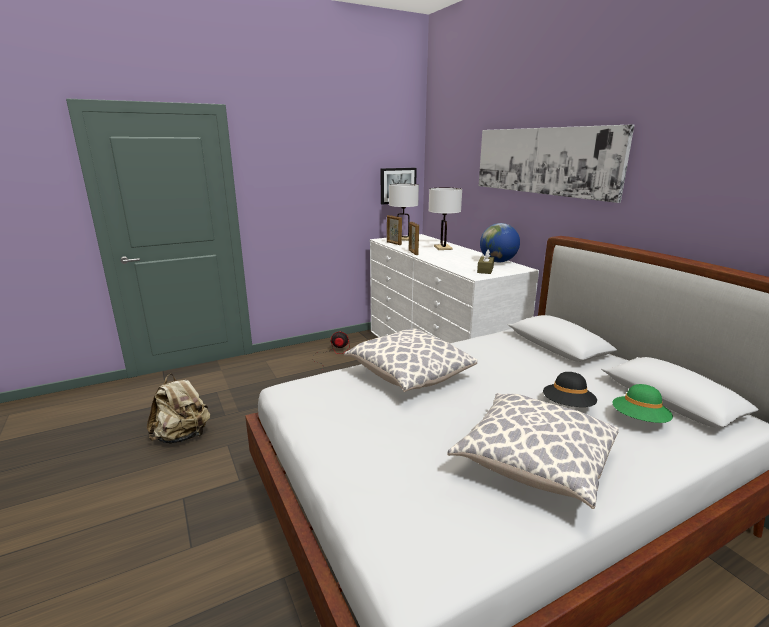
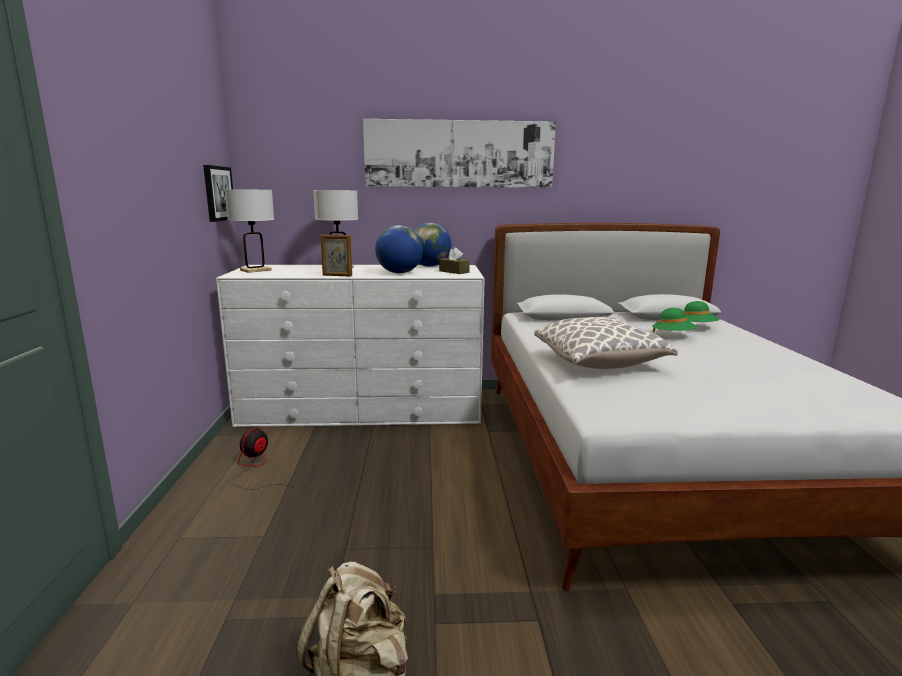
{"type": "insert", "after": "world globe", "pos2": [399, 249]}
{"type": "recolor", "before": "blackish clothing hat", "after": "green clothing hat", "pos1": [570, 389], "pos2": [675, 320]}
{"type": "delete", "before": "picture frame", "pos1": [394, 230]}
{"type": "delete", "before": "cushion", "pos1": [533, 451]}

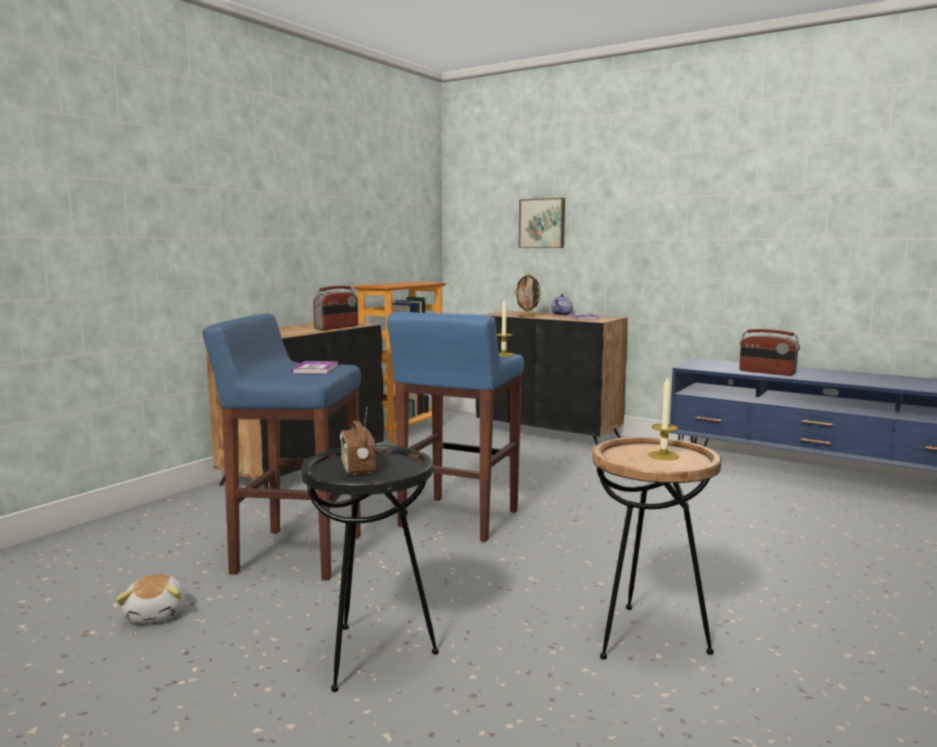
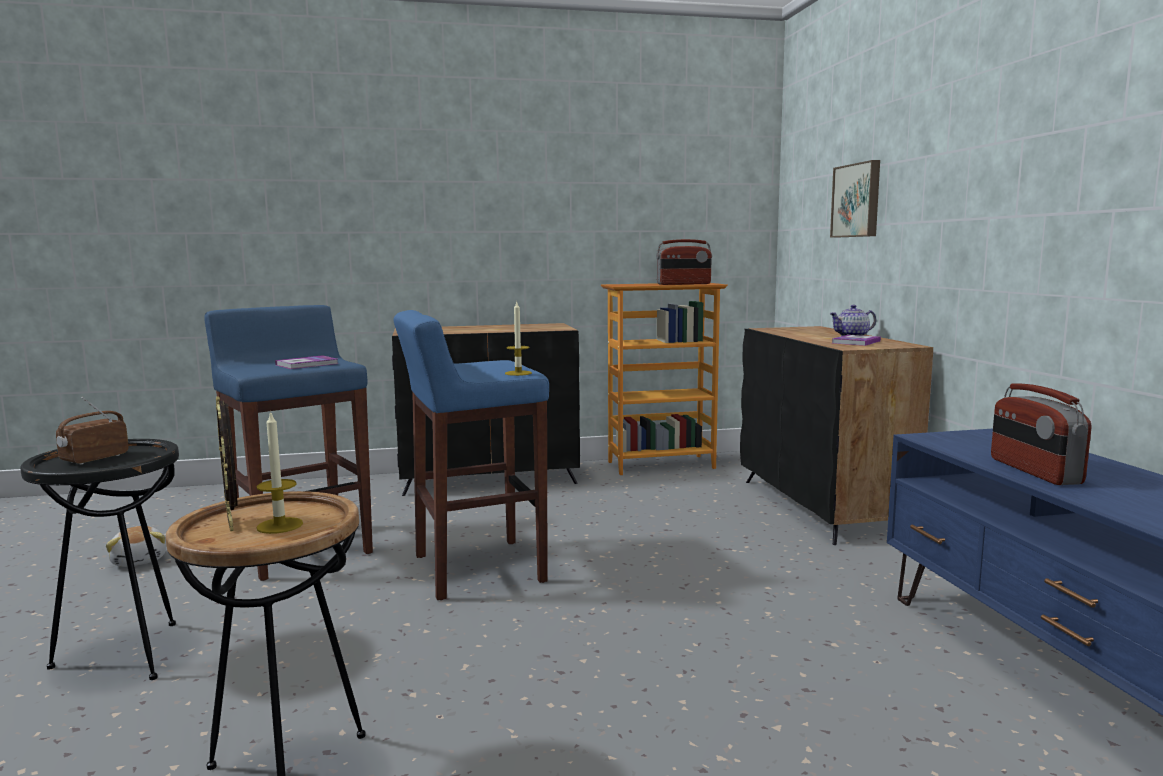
{"type": "rotate", "before": "cuddly toy", "pos1": [150, 598], "pos2": [136, 546], "turn": -60}
{"type": "move", "before": "picture frame", "pos1": [528, 295], "pos2": [226, 463]}
{"type": "move", "before": "radio set", "pos1": [335, 308], "pos2": [684, 262]}

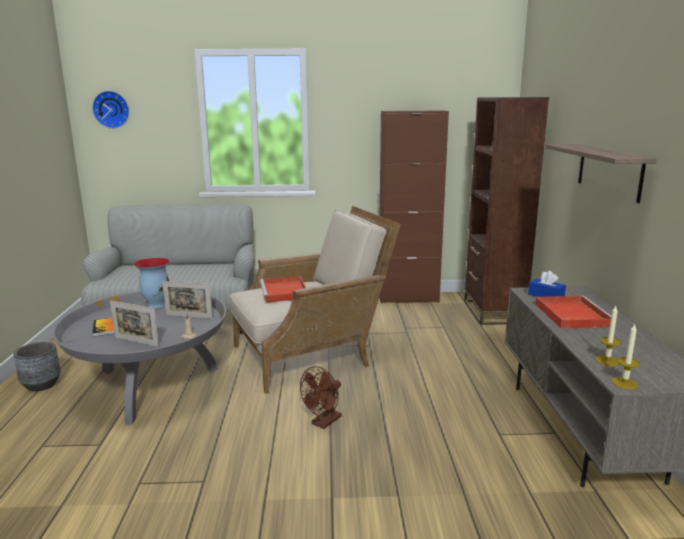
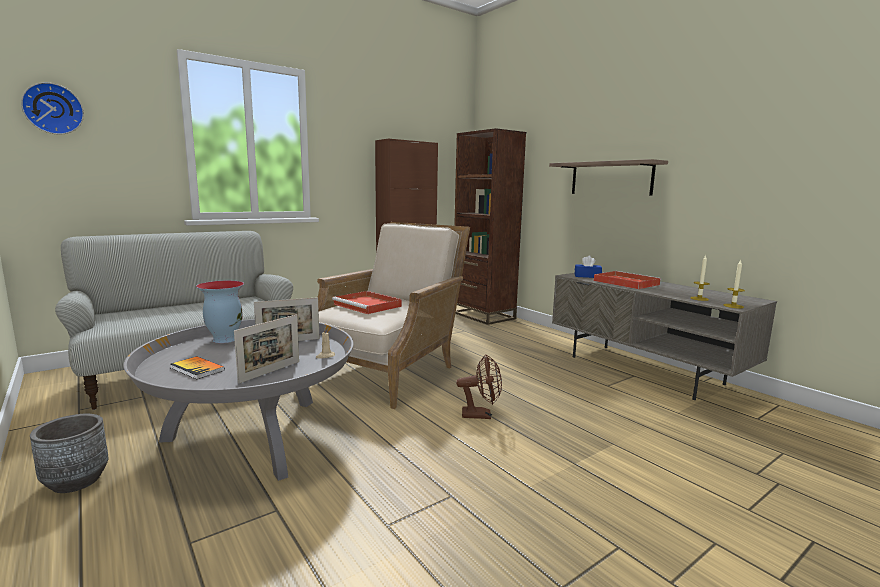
{"type": "rotate", "before": "picture frame", "pos1": [134, 324], "pos2": [266, 349], "turn": -45}
{"type": "rotate", "before": "brown-coloured fan", "pos1": [321, 397], "pos2": [479, 387], "turn": -90}

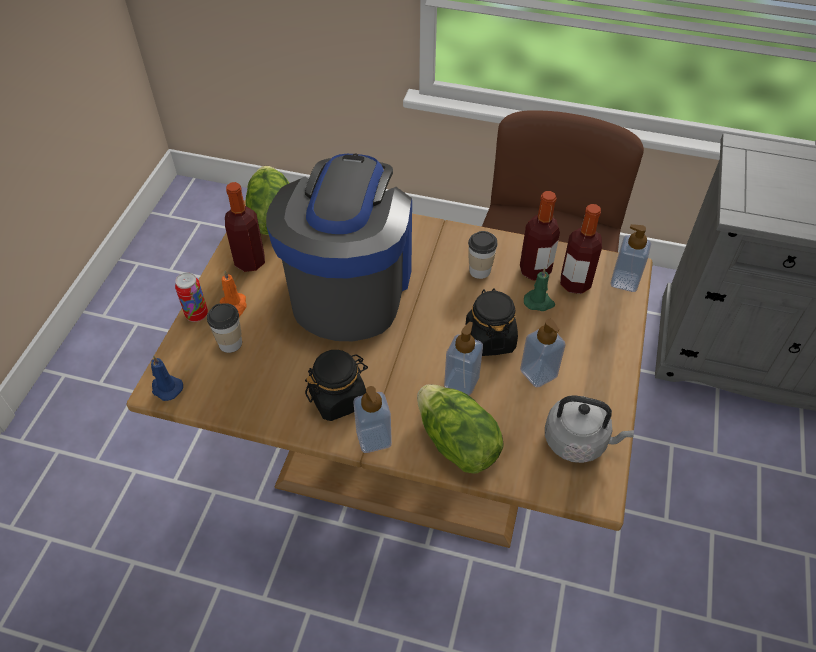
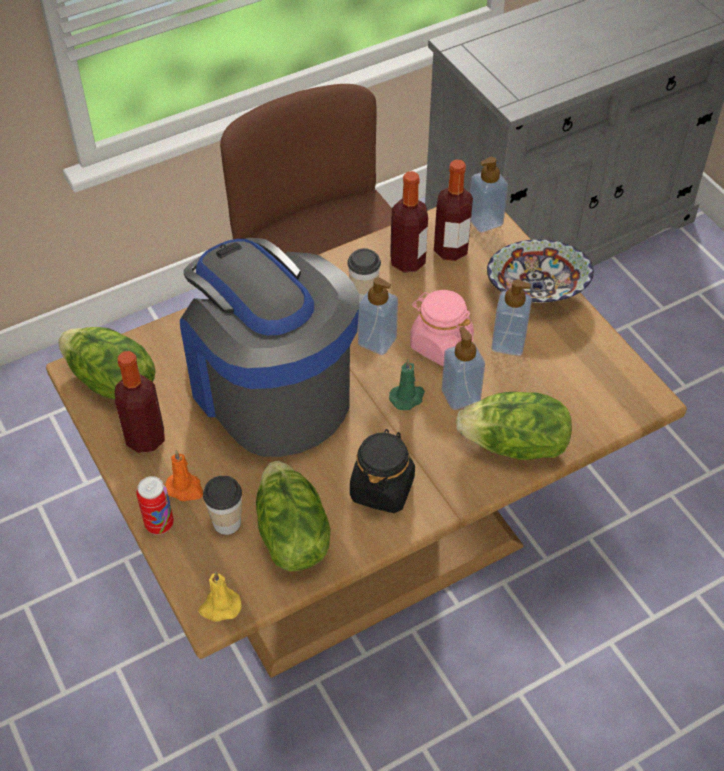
{"type": "recolor", "before": "bluish candle", "after": "yellow candle", "pos1": [167, 378], "pos2": [220, 596]}
{"type": "insert", "after": "head of lettuce", "pos2": [293, 516]}
{"type": "move", "before": "liquid soap bottle", "pos1": [372, 419], "pos2": [378, 316]}
{"type": "move", "before": "green candle", "pos1": [539, 289], "pos2": [407, 384]}
{"type": "recolor", "before": "blackish storage jar", "after": "pink storage jar", "pos1": [491, 322], "pos2": [442, 328]}
{"type": "insert", "after": "serving bowl", "pos2": [540, 271]}
{"type": "delete", "before": "greyish tea kettle", "pos1": [589, 429]}

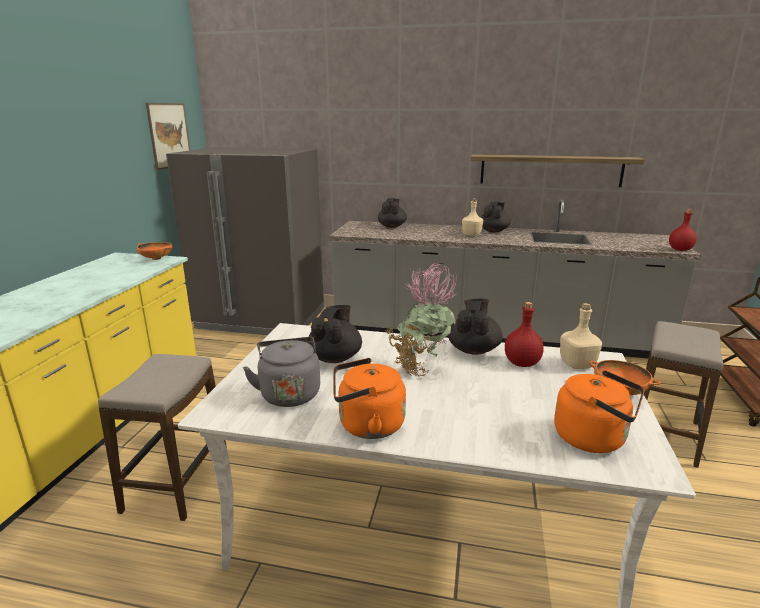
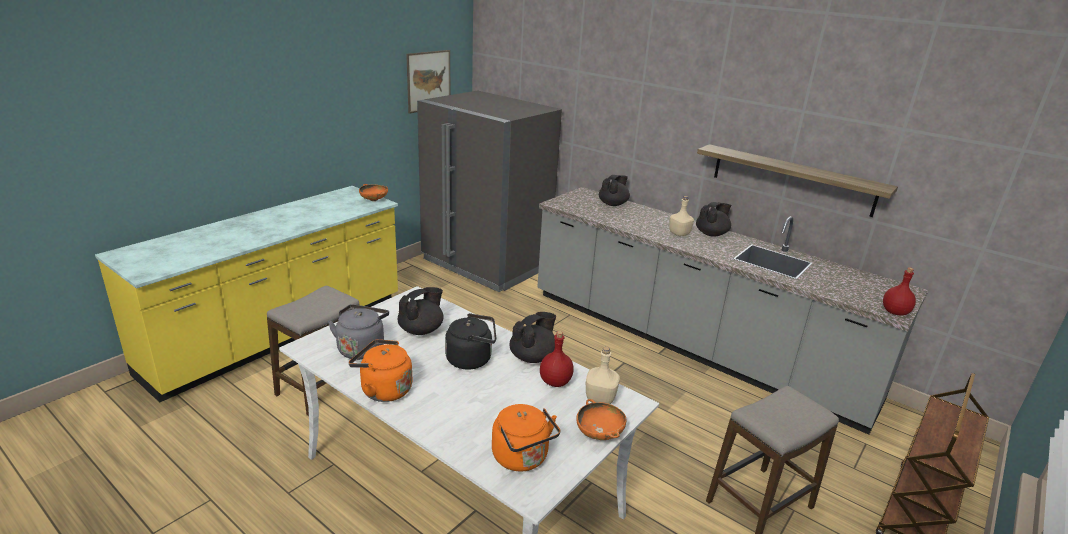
{"type": "replace", "before": "plant in a pot", "after": "blackish tea kettle", "pos1": [421, 319], "pos2": [470, 341]}

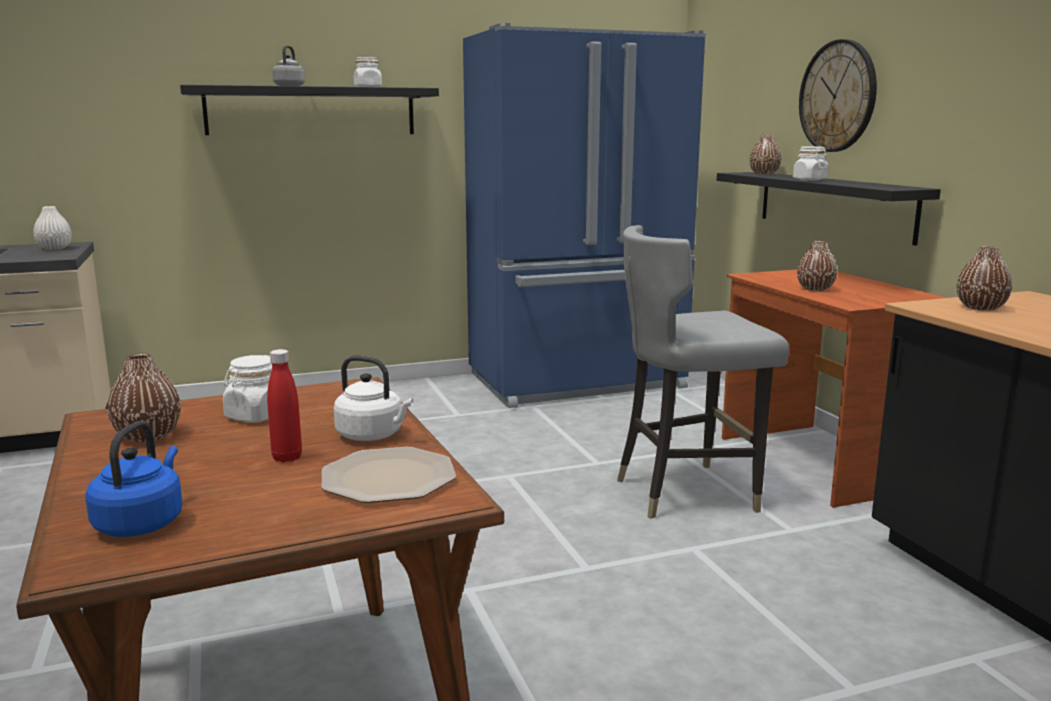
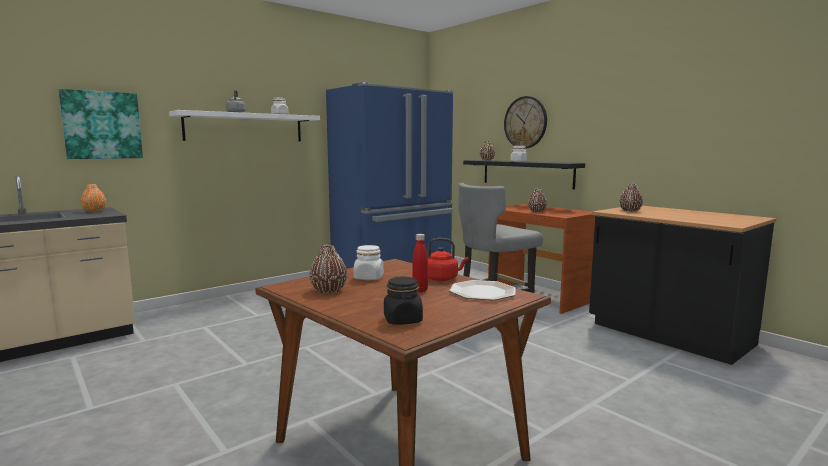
{"type": "insert", "after": "picture", "pos2": [100, 124]}
{"type": "recolor", "before": "whitish flower vase", "after": "orange-coloured flower vase", "pos1": [52, 228], "pos2": [93, 198]}
{"type": "recolor", "before": "blackish shelf", "after": "whitish shelf", "pos1": [309, 110], "pos2": [244, 125]}
{"type": "replace", "before": "bluish tea kettle", "after": "blackish storage jar", "pos1": [133, 479], "pos2": [403, 300]}
{"type": "recolor", "before": "whitish tea kettle", "after": "red-coloured tea kettle", "pos1": [373, 398], "pos2": [448, 259]}

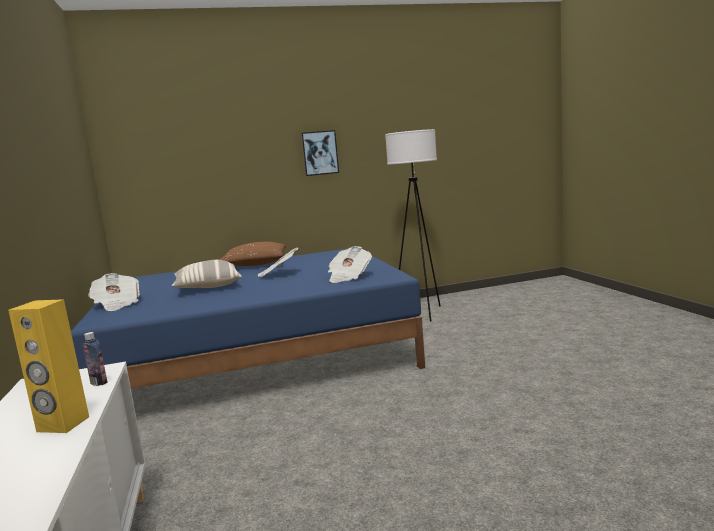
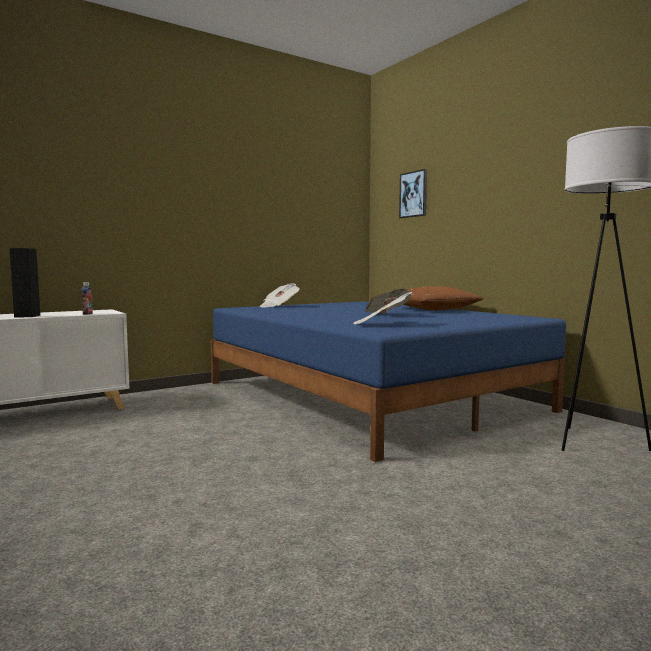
{"type": "recolor", "before": "yellow audio speaker", "after": "blackish audio speaker", "pos1": [48, 366], "pos2": [25, 282]}
{"type": "move", "before": "picture", "pos1": [320, 153], "pos2": [413, 193]}
{"type": "delete", "before": "cushion", "pos1": [207, 274]}

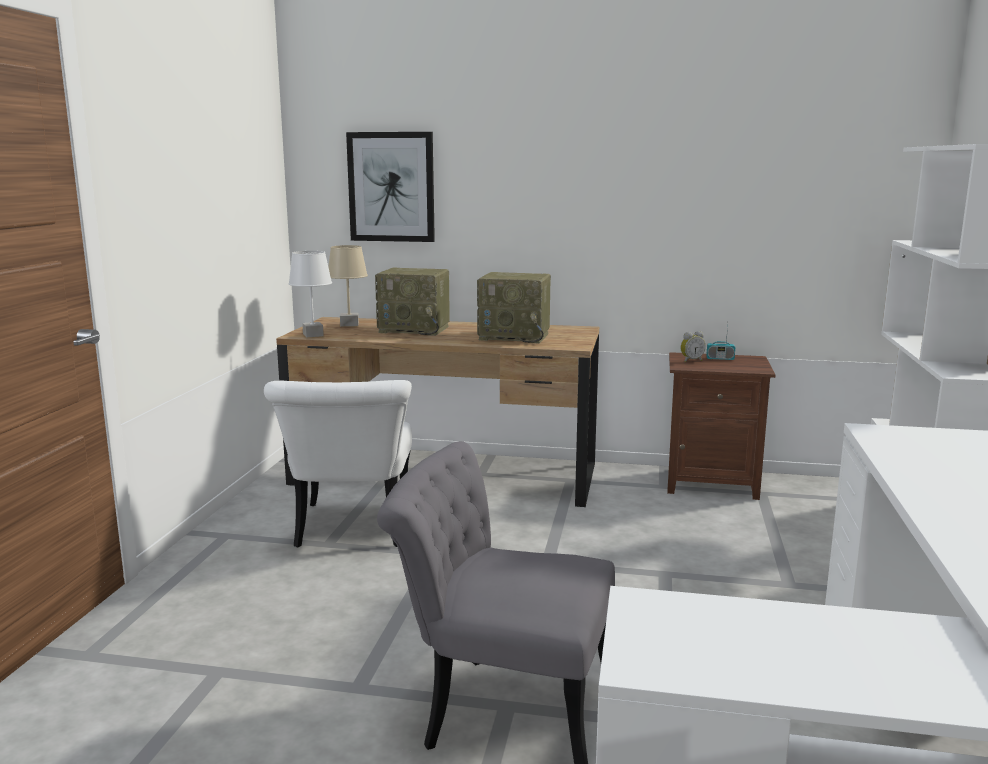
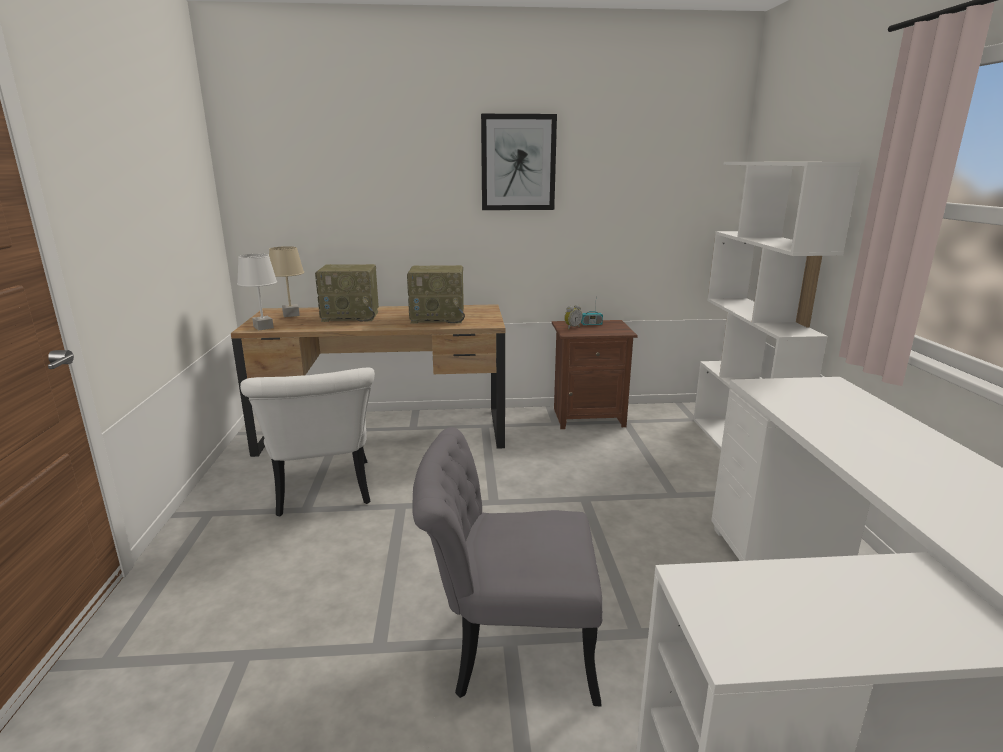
{"type": "move", "before": "picture", "pos1": [390, 187], "pos2": [519, 162]}

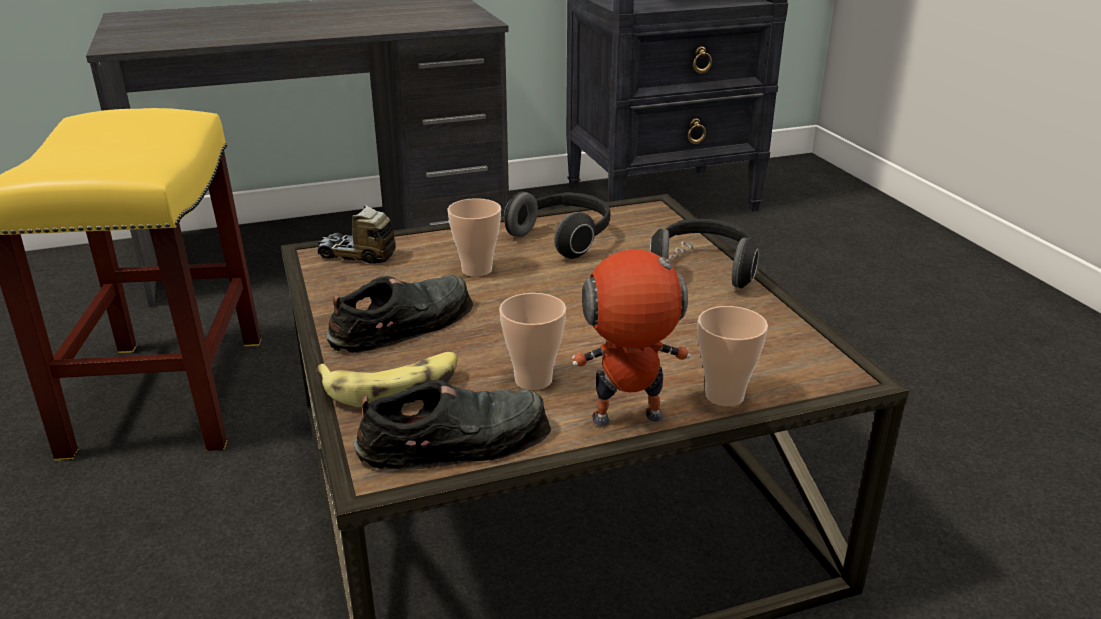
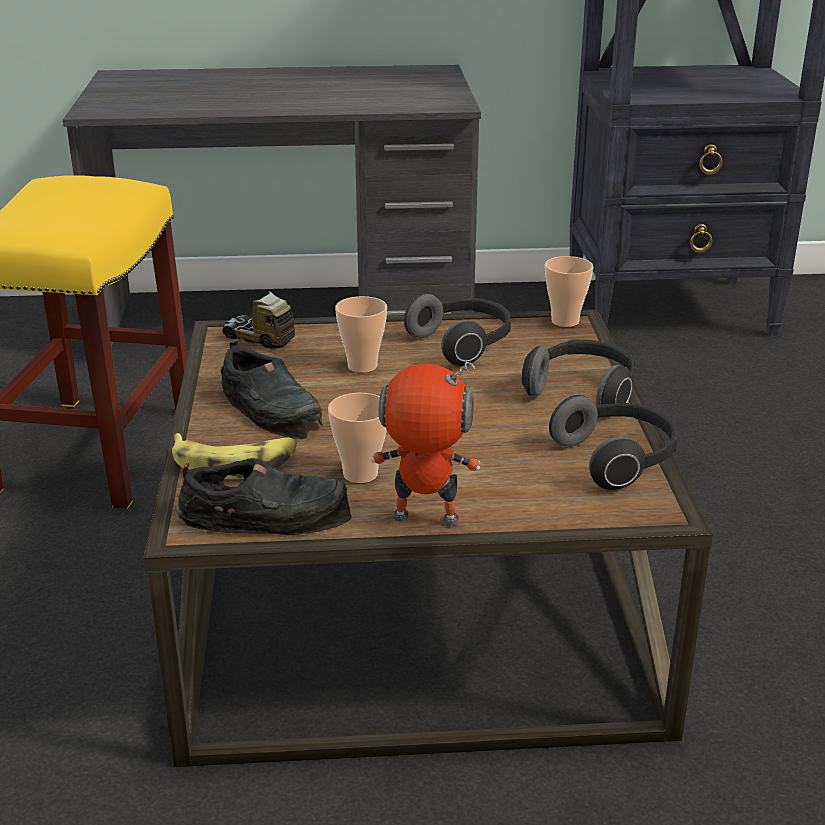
{"type": "rotate", "before": "blackish shoe", "pos1": [399, 314], "pos2": [271, 389], "turn": 75}
{"type": "move", "before": "cup", "pos1": [733, 356], "pos2": [569, 291]}
{"type": "insert", "after": "headset", "pos2": [613, 442]}

